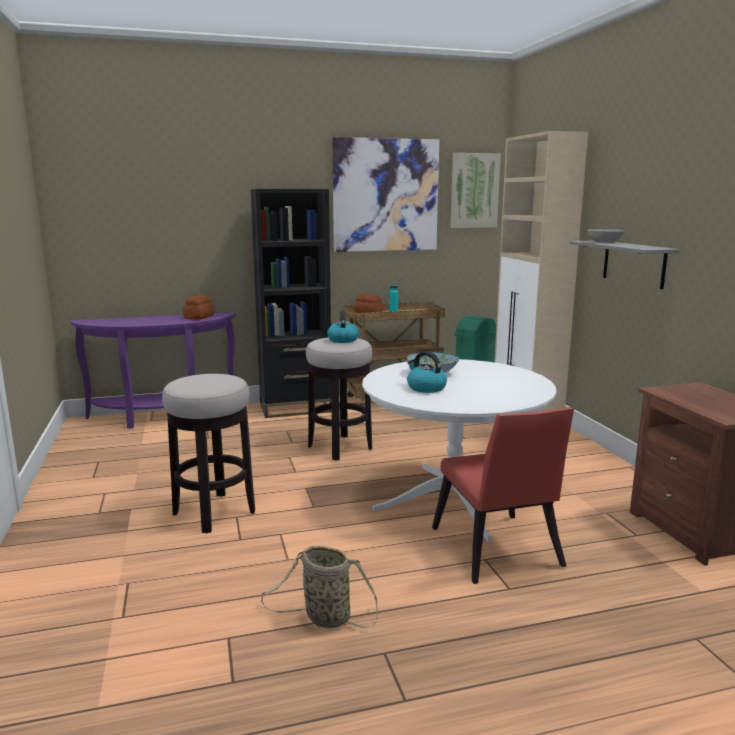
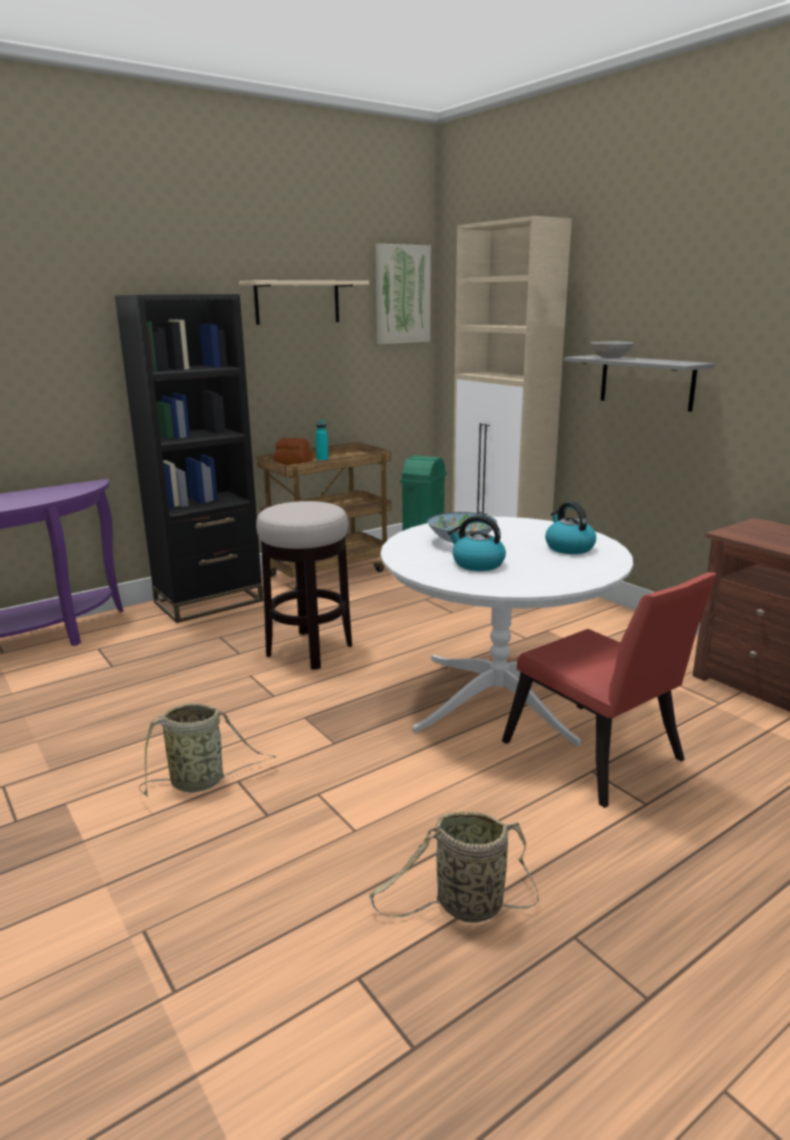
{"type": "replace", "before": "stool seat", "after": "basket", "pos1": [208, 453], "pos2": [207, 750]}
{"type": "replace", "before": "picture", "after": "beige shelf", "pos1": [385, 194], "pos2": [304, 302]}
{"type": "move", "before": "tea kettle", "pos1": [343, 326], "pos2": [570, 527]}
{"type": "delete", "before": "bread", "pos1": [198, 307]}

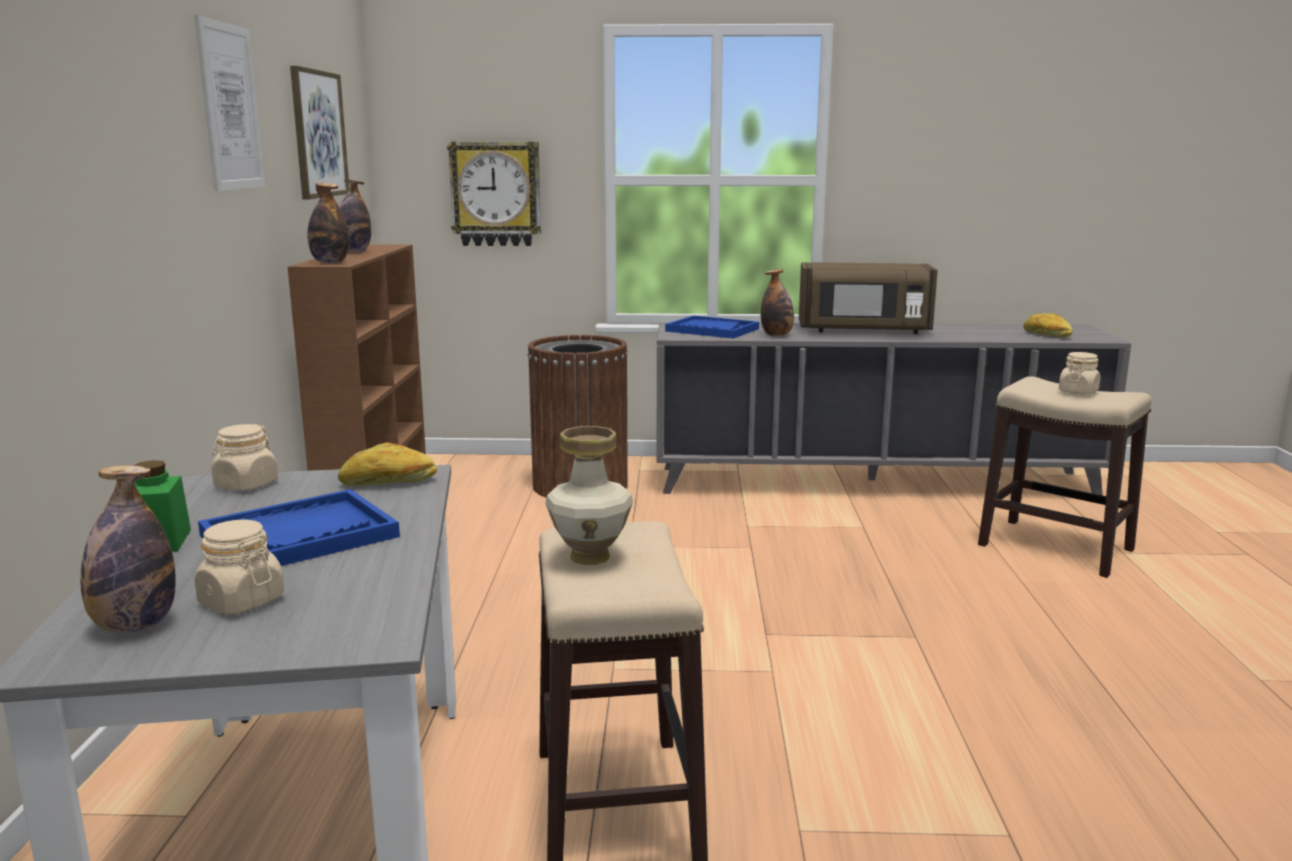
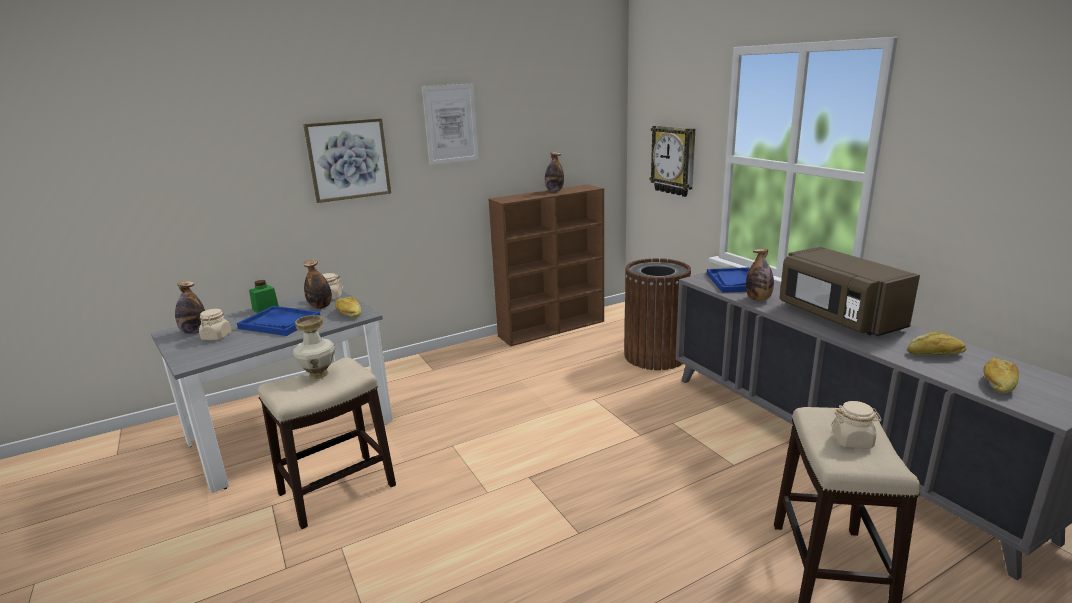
{"type": "move", "before": "picture", "pos1": [319, 132], "pos2": [347, 160]}
{"type": "move", "before": "beverage bottle", "pos1": [328, 223], "pos2": [318, 284]}
{"type": "insert", "after": "bread", "pos2": [936, 343]}

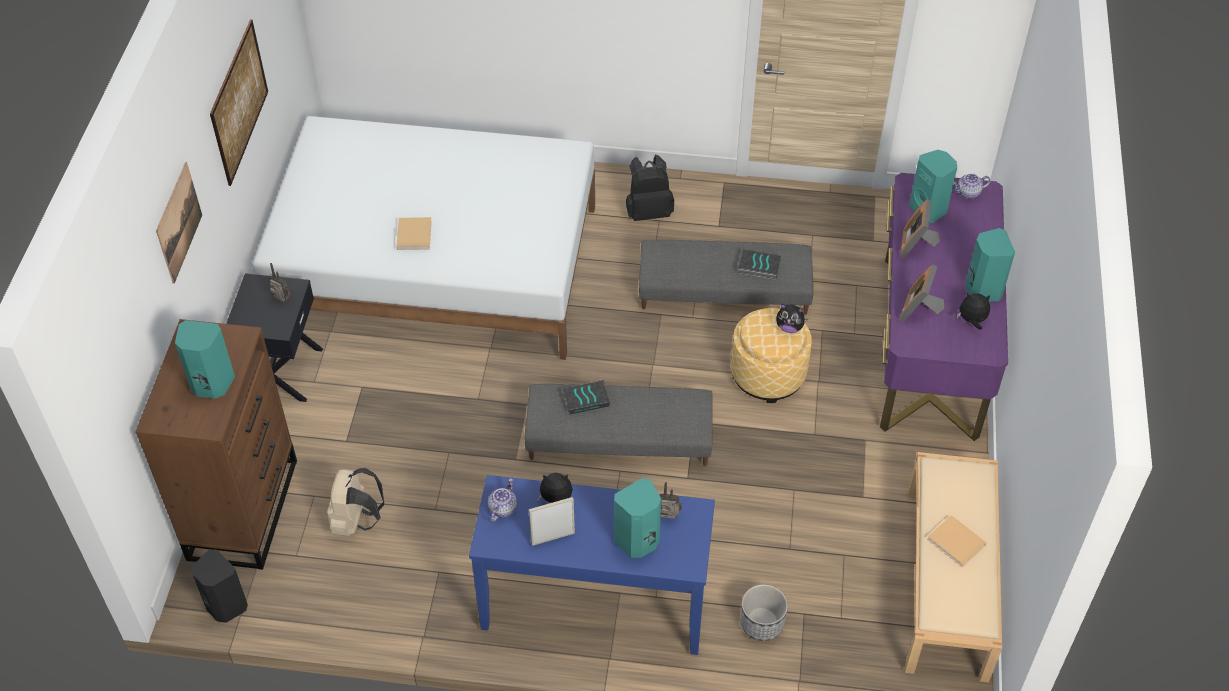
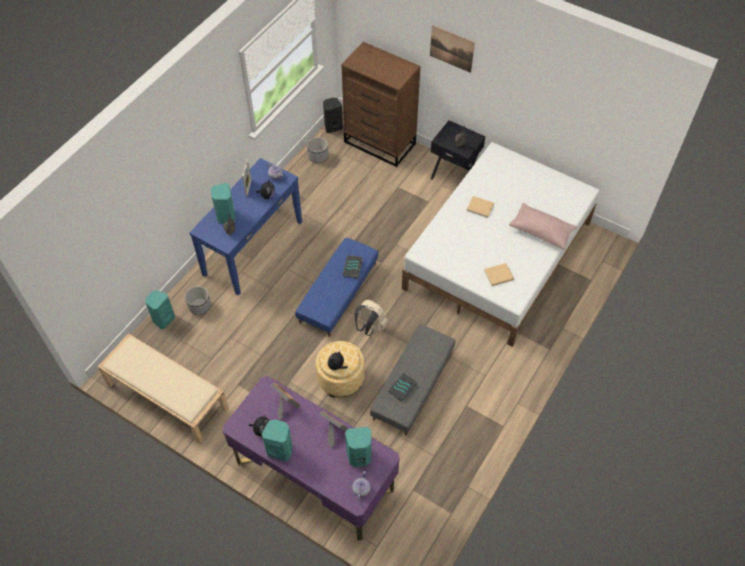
{"type": "move", "before": "blue-green audio speaker", "pos1": [205, 359], "pos2": [160, 309]}
{"type": "recolor", "before": "greyish footrest", "after": "bluish footrest", "pos1": [618, 425], "pos2": [336, 287]}
{"type": "insert", "after": "flower pot", "pos2": [317, 150]}
{"type": "move", "before": "beige knapsack", "pos1": [355, 502], "pos2": [371, 318]}
{"type": "move", "before": "beige bound book", "pos1": [956, 541], "pos2": [499, 274]}
{"type": "insert", "after": "pink cushion", "pos2": [543, 226]}
{"type": "delete", "before": "picture", "pos1": [239, 102]}
{"type": "delete", "before": "blackish knapsack", "pos1": [650, 187]}

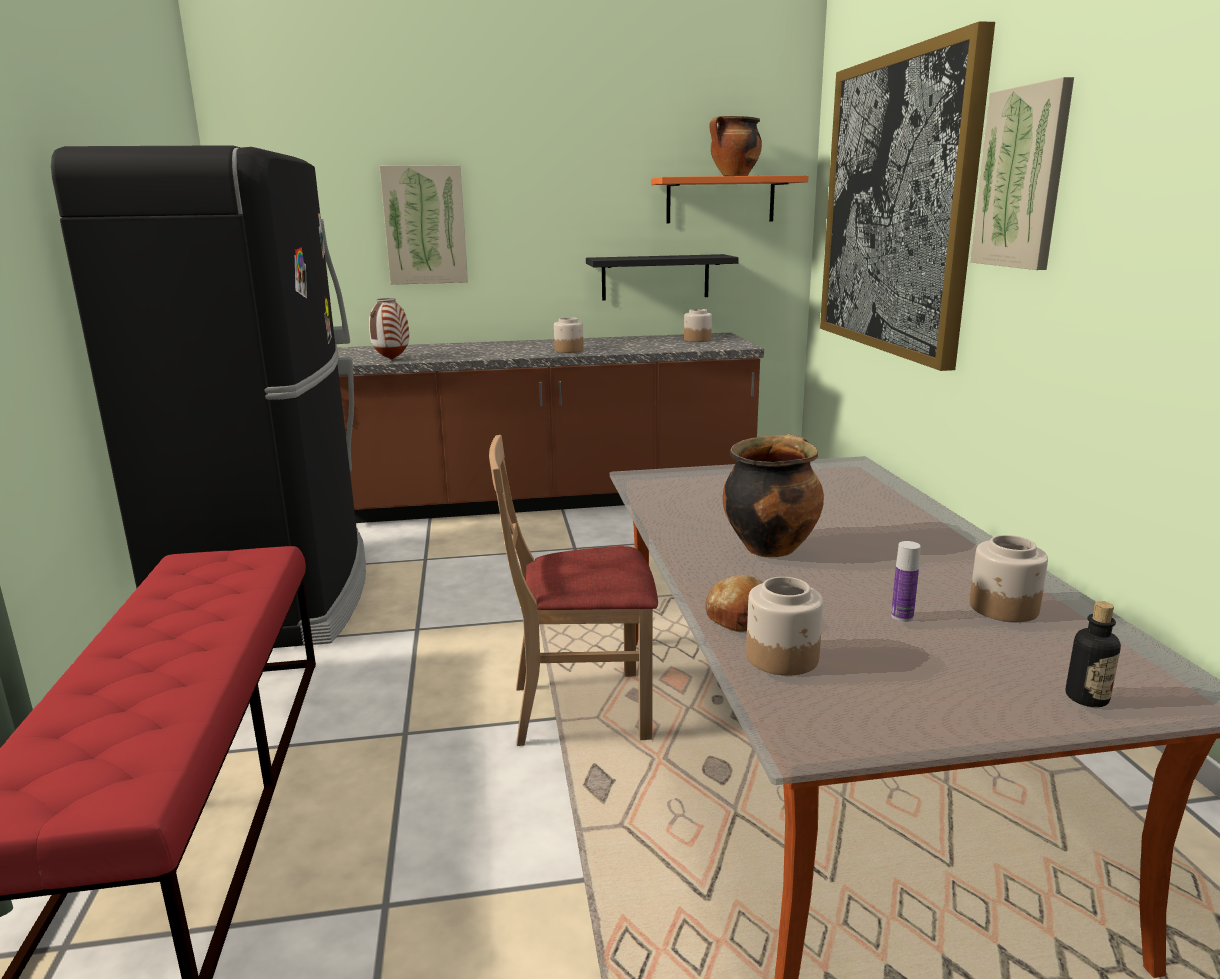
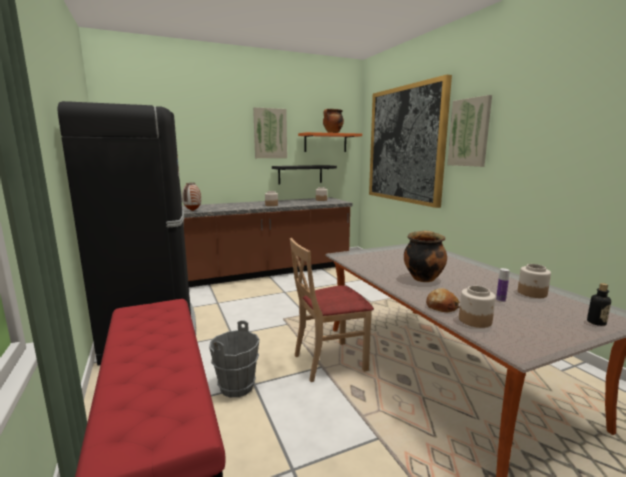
{"type": "insert", "after": "greyish pail", "pos2": [234, 359]}
{"type": "move", "before": "picture", "pos1": [424, 225], "pos2": [270, 132]}

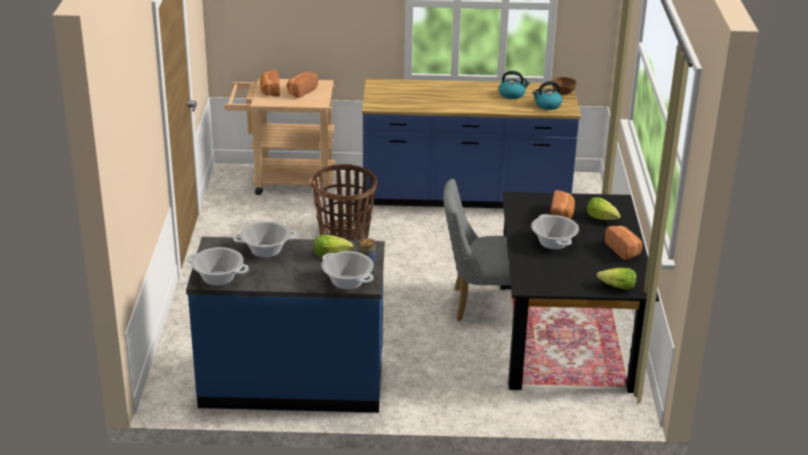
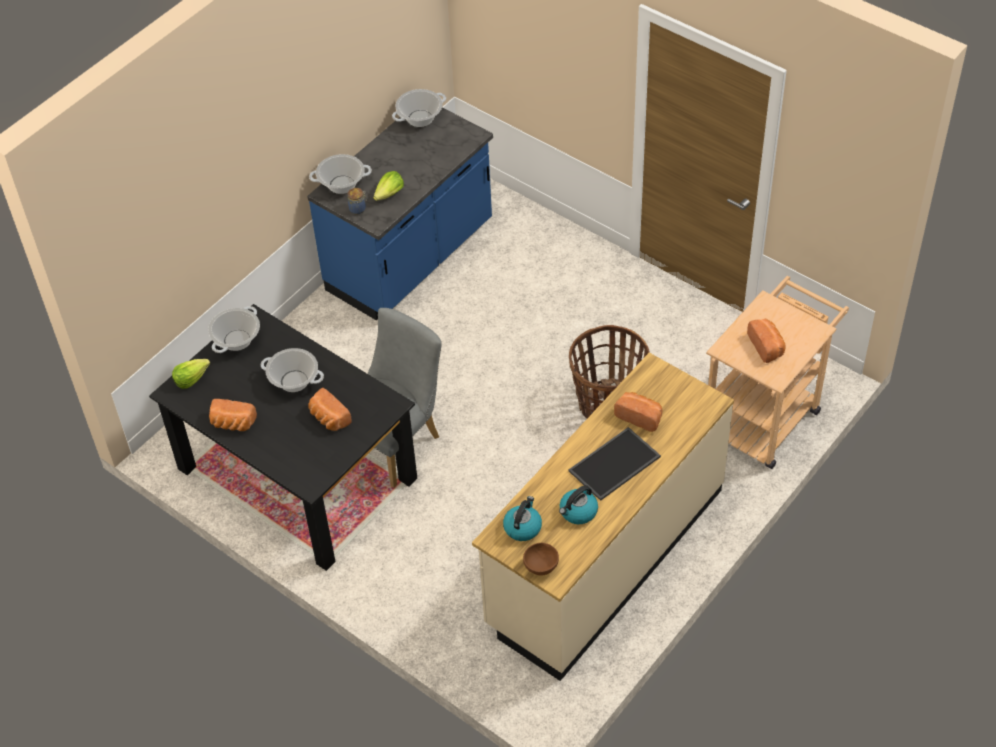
{"type": "move", "before": "stockpot", "pos1": [265, 239], "pos2": [234, 329]}
{"type": "recolor", "before": "bluish counter", "after": "beige counter", "pos1": [471, 143], "pos2": [603, 517]}
{"type": "insert", "after": "carrying tray", "pos2": [615, 464]}
{"type": "move", "before": "bread", "pos1": [270, 83], "pos2": [638, 412]}
{"type": "delete", "before": "head of lettuce", "pos1": [604, 208]}

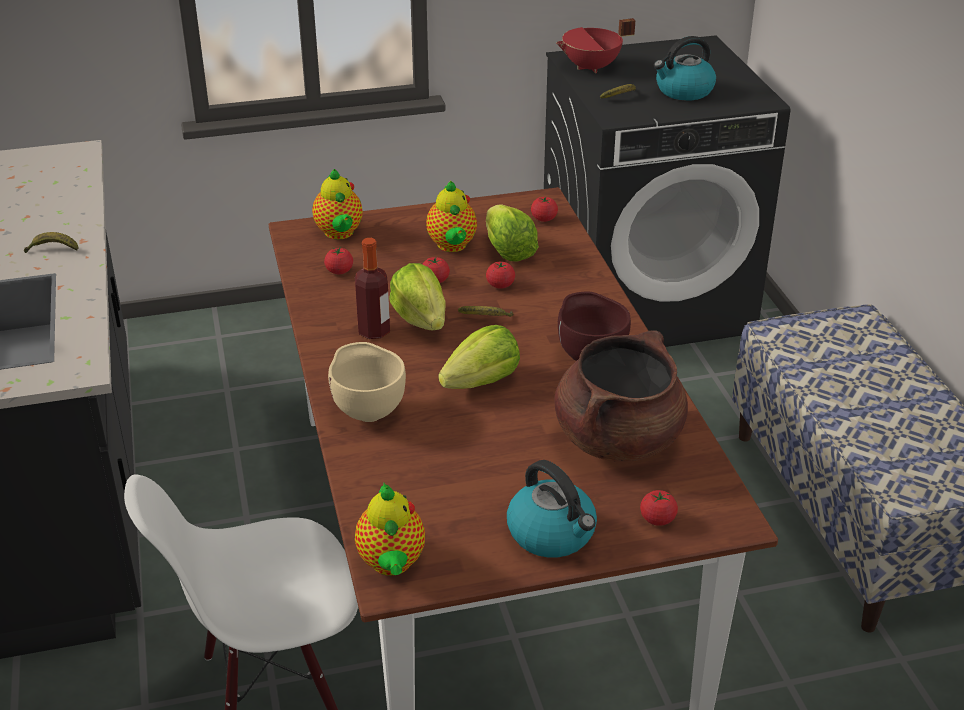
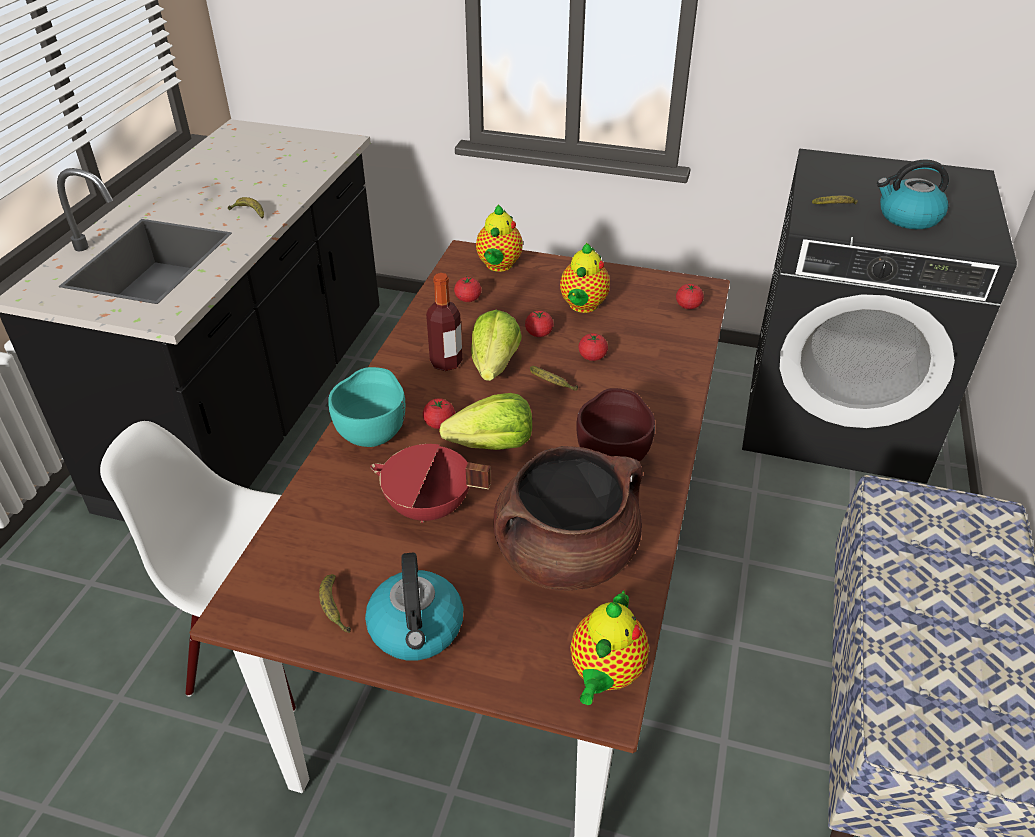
{"type": "insert", "after": "whole banana", "pos2": [335, 603]}
{"type": "recolor", "before": "beige serving bowl", "after": "blue-green serving bowl", "pos1": [367, 382], "pos2": [366, 407]}
{"type": "move", "before": "red-coloured stockpot", "pos1": [595, 45], "pos2": [430, 483]}
{"type": "move", "before": "tomato", "pos1": [659, 508], "pos2": [439, 413]}
{"type": "move", "before": "tea pot", "pos1": [390, 529], "pos2": [609, 647]}
{"type": "delete", "before": "head of lettuce", "pos1": [512, 232]}

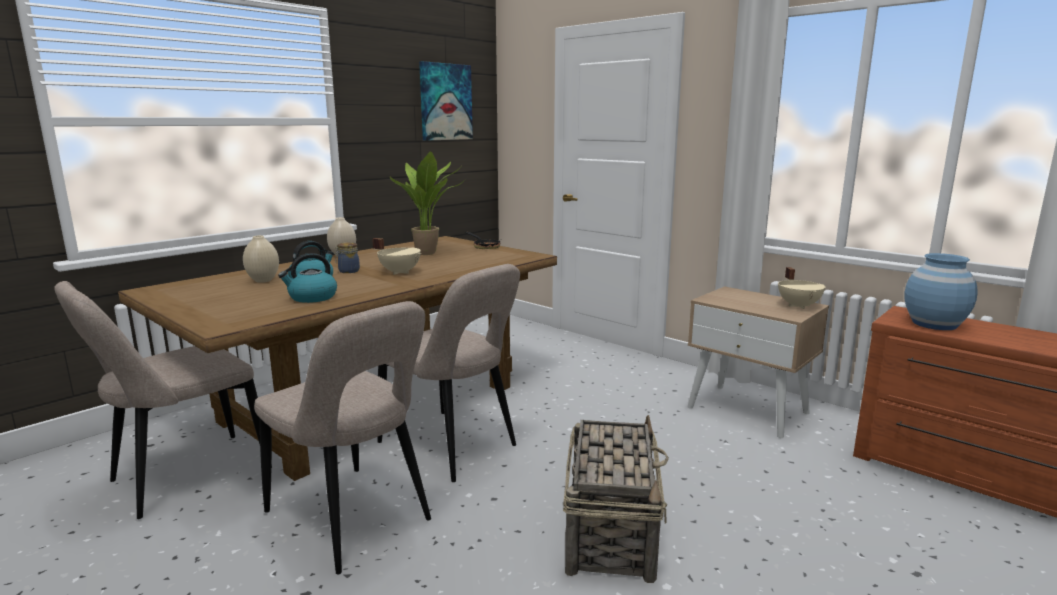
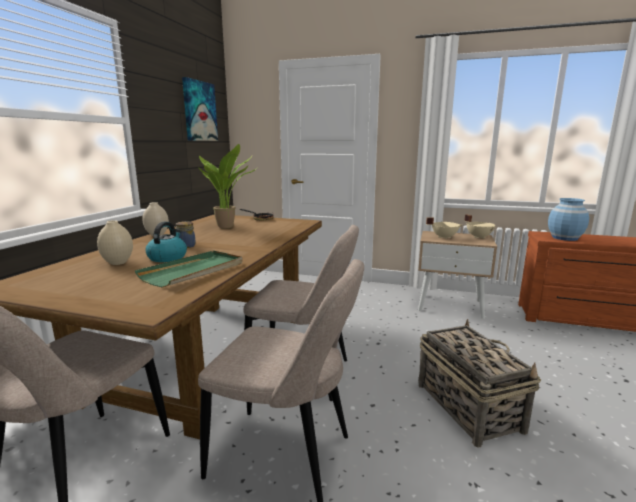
{"type": "replace", "before": "tea kettle", "after": "green carrying tray", "pos1": [307, 278], "pos2": [189, 269]}
{"type": "move", "before": "beige stockpot", "pos1": [397, 256], "pos2": [444, 228]}

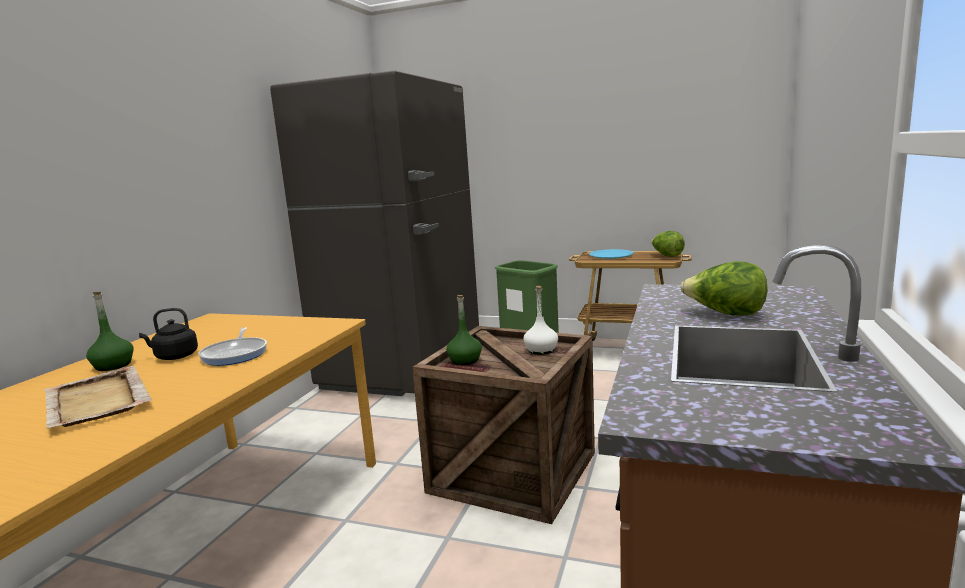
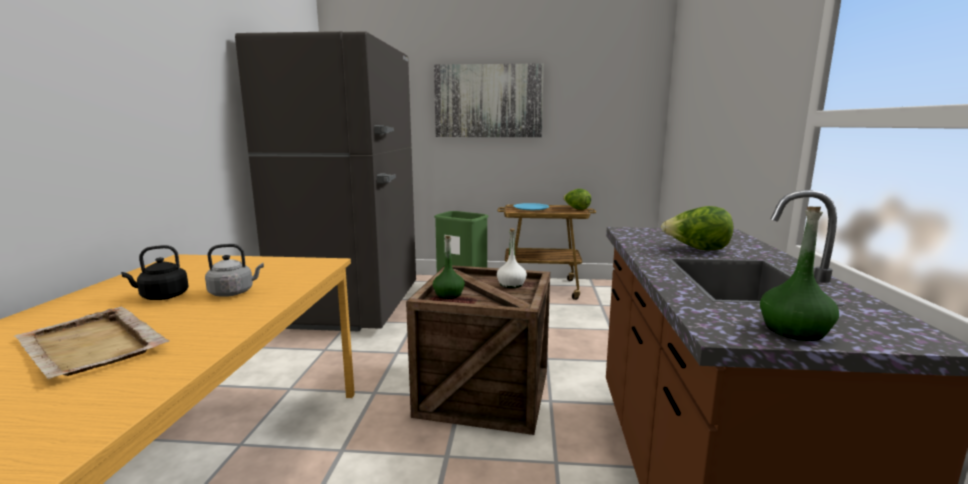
{"type": "replace", "before": "frying pan", "after": "greyish tea kettle", "pos1": [232, 346], "pos2": [234, 270]}
{"type": "insert", "after": "picture", "pos2": [489, 100]}
{"type": "move", "before": "green beverage bottle", "pos1": [110, 331], "pos2": [799, 274]}

